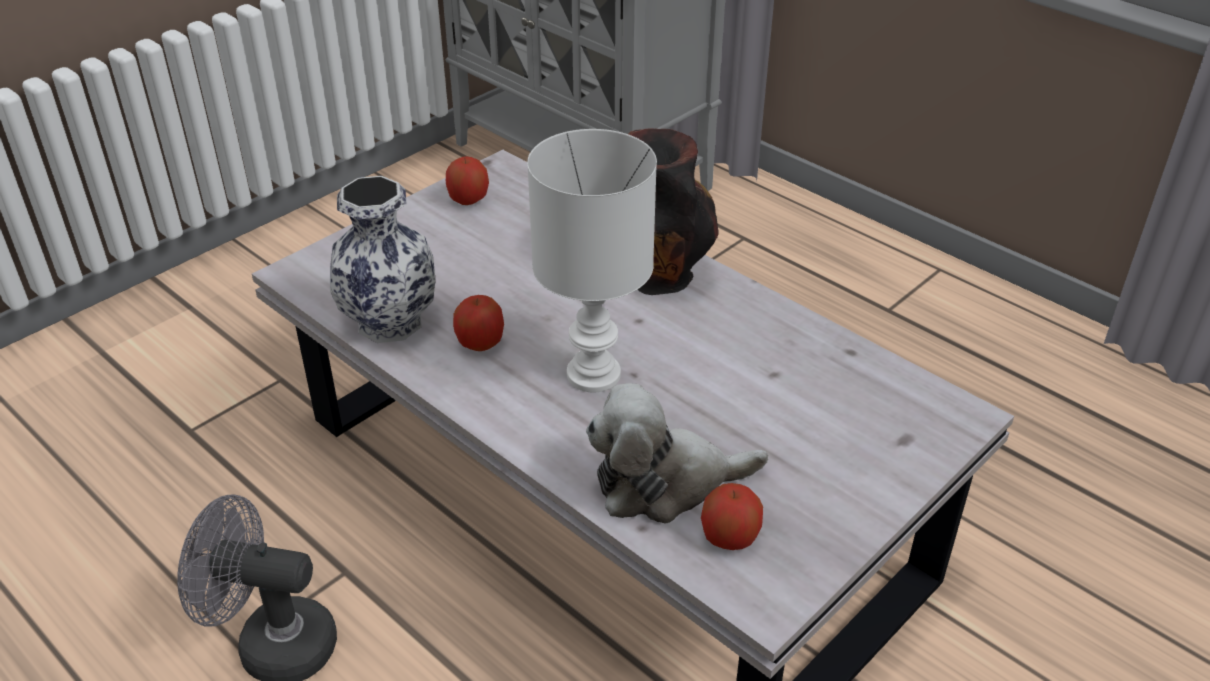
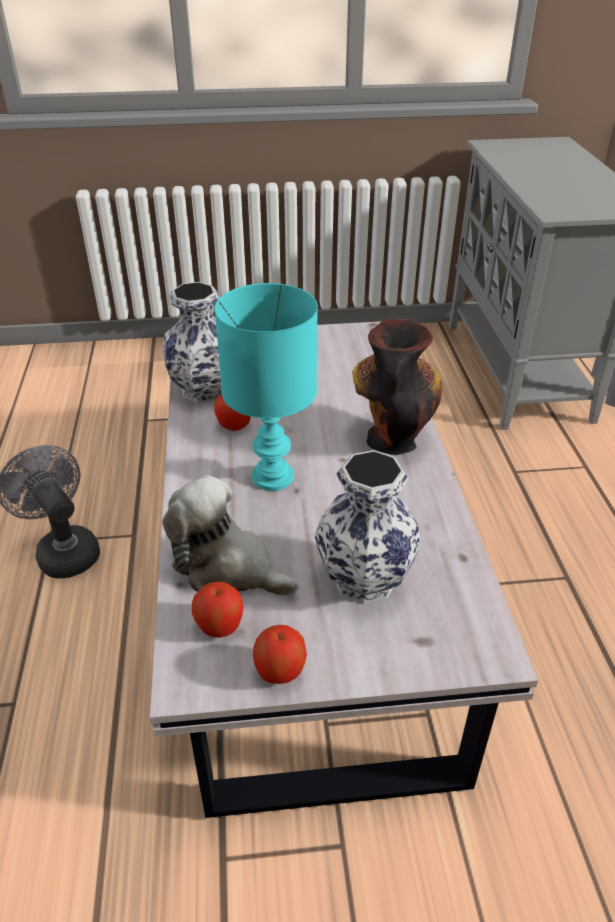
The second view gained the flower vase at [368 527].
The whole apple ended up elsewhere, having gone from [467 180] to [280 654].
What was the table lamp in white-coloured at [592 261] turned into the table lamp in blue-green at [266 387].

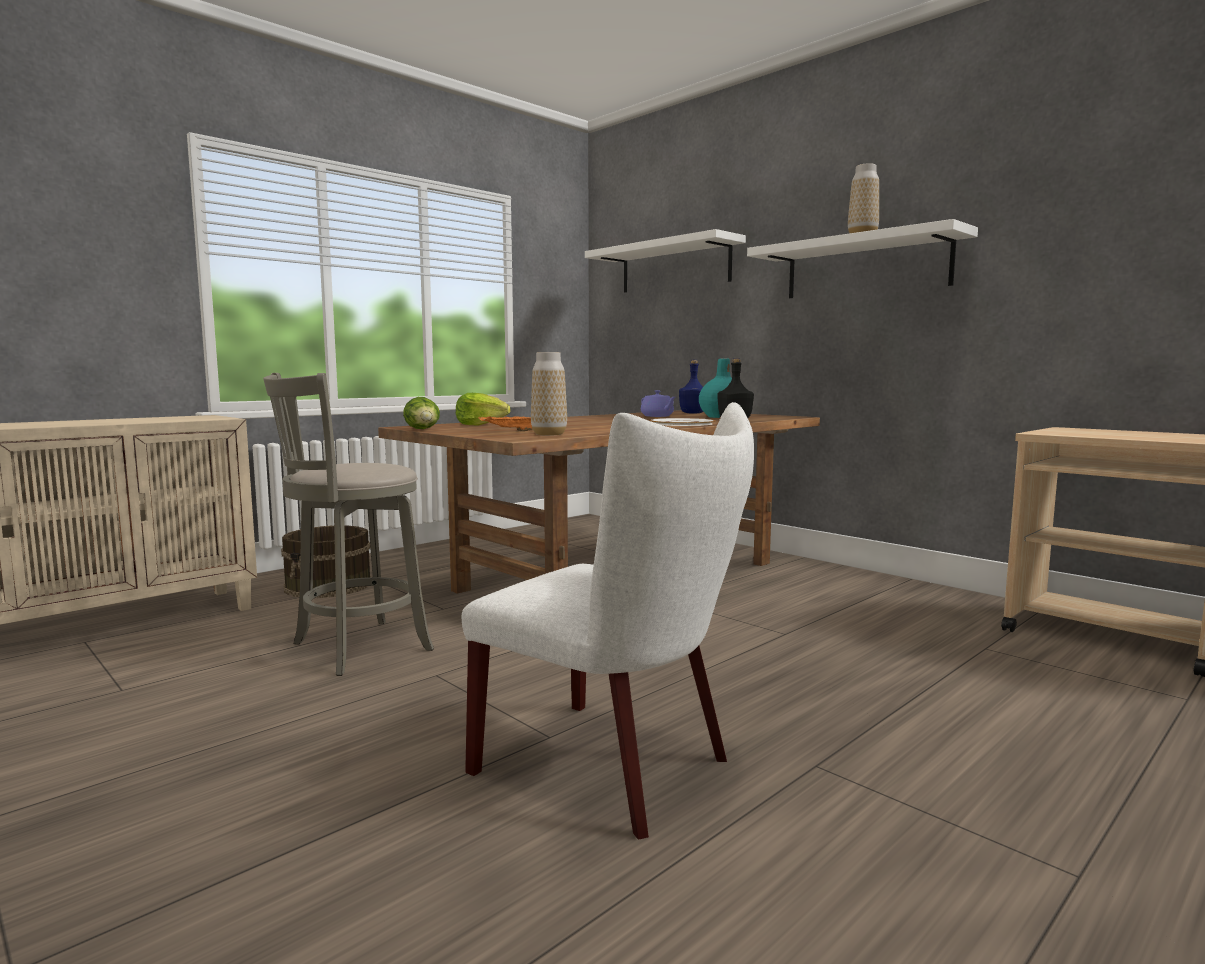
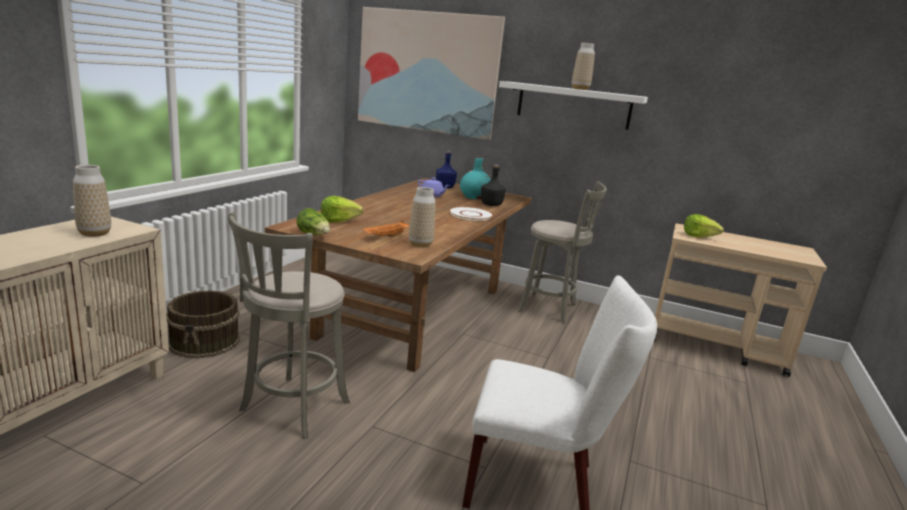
The second view gained the flower vase at [92 201].
The second view gained the stool seat in grey at [562 252].
The second view gained the lettuce at [704 226].
Where the bracket shelf in white-coloured hung at [665 261], the wall picture came to hang at [431 73].

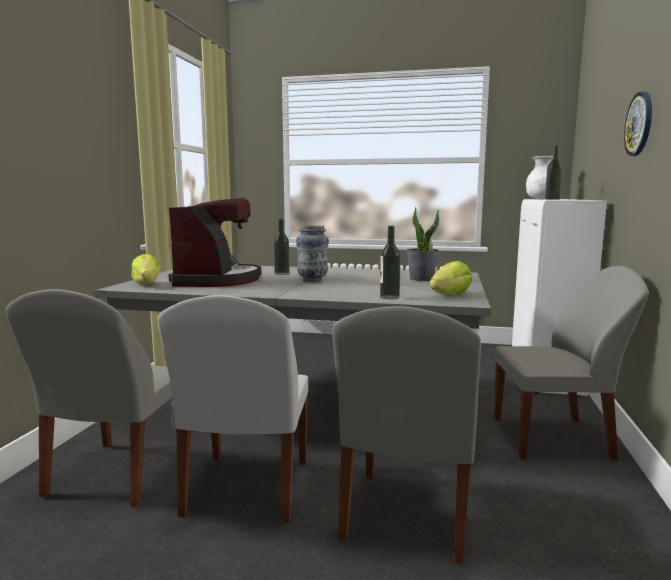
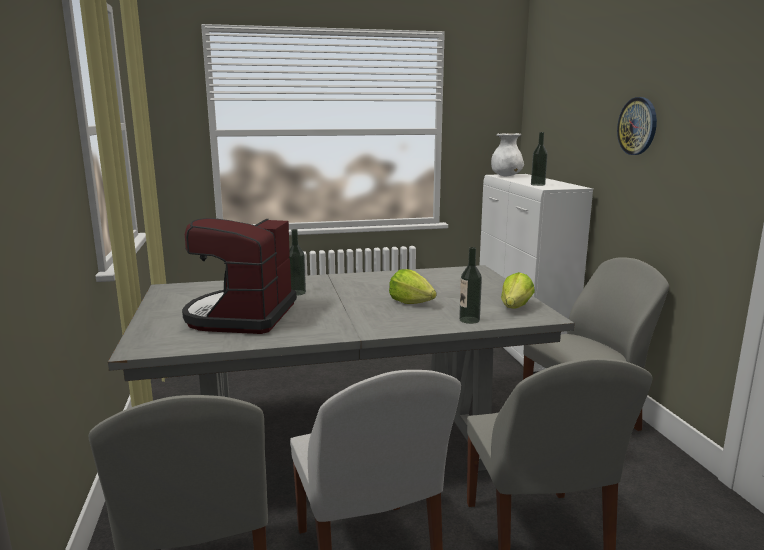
The second view lost the flower vase at [312 253].
The second view lost the houseplant at [423 244].
The lettuce ended up elsewhere, having gone from [146 269] to [412 286].
The coffee brewer at [215 242] ended up facing another way, 150 degrees counterclockwise from before.

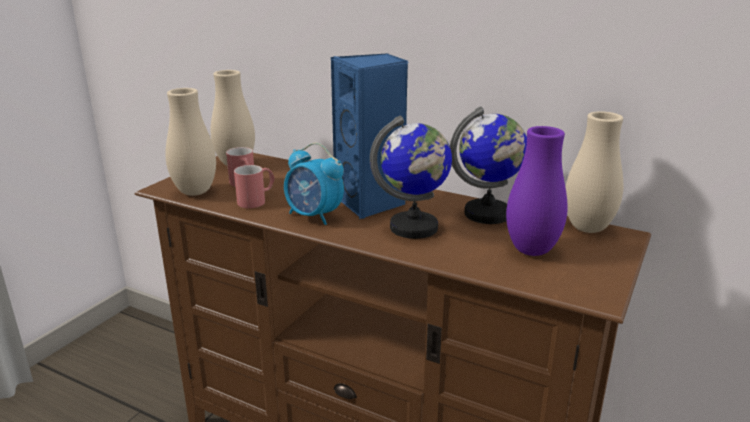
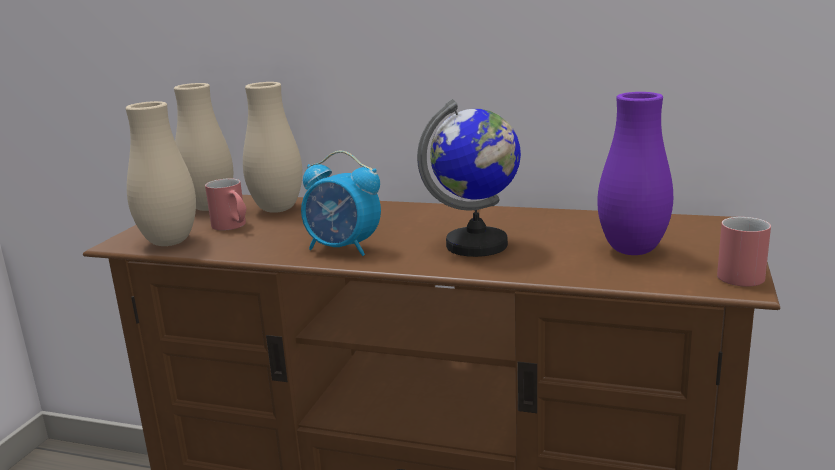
The second view lost the audio speaker in blue-coloured at [369 136].
The second view lost the world globe at [488 165].
The coffee mug in red-coloured ended up elsewhere, having gone from [254 186] to [744 252].
The flower vase in beige ended up elsewhere, having gone from [594 172] to [272 147].

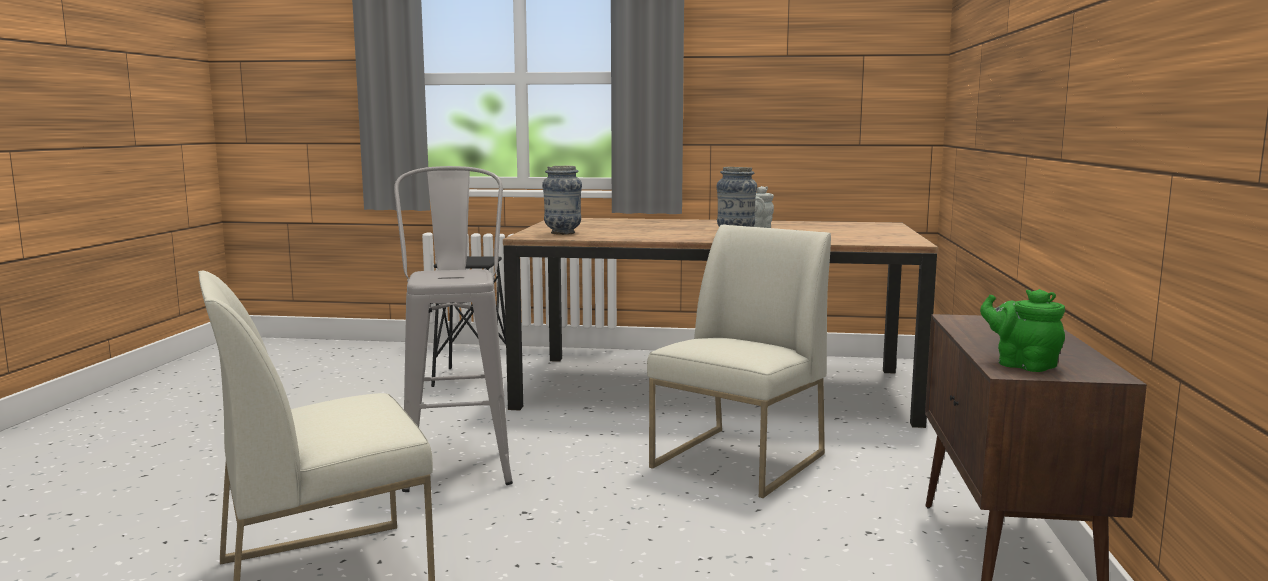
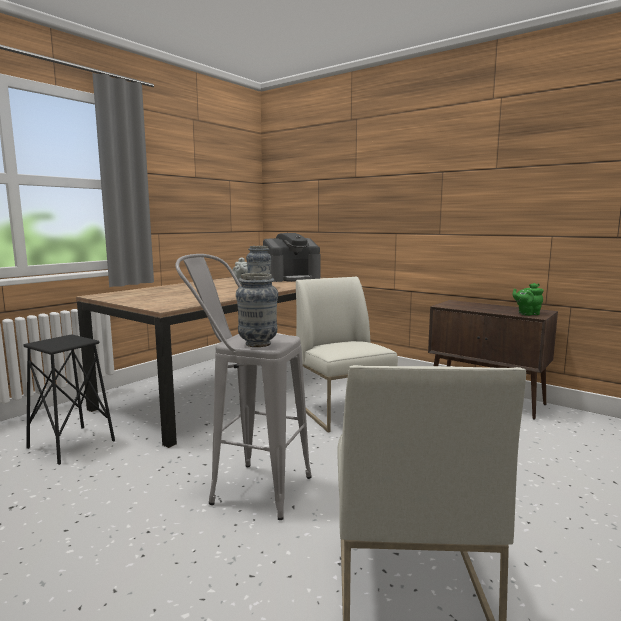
The second view gained the coffee brewer at [291 257].
The flower vase ended up elsewhere, having gone from [562 200] to [257 310].

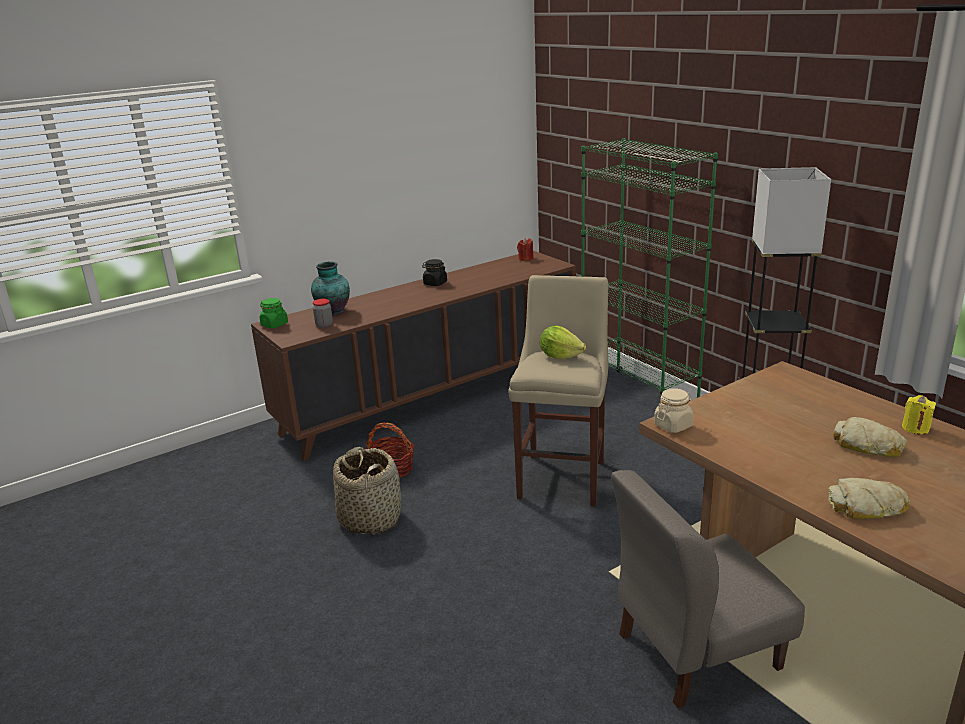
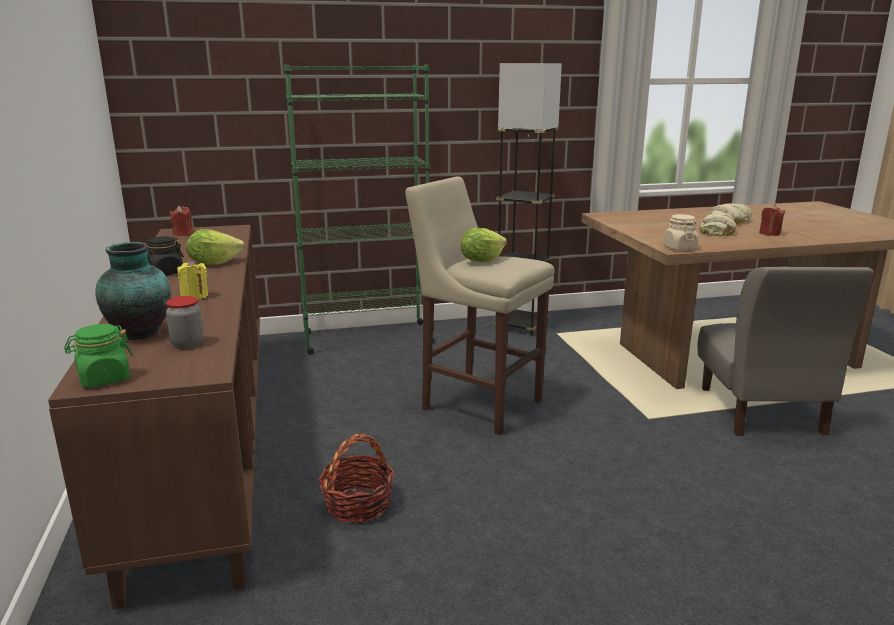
The second view lost the storage basket at [367 491].
The second view gained the lettuce at [215 247].
The second view gained the candle in red-coloured at [772 220].
The bakery bread ended up elsewhere, having gone from [869 498] to [717 224].
The candle in yellow ended up elsewhere, having gone from [919 415] to [192 280].

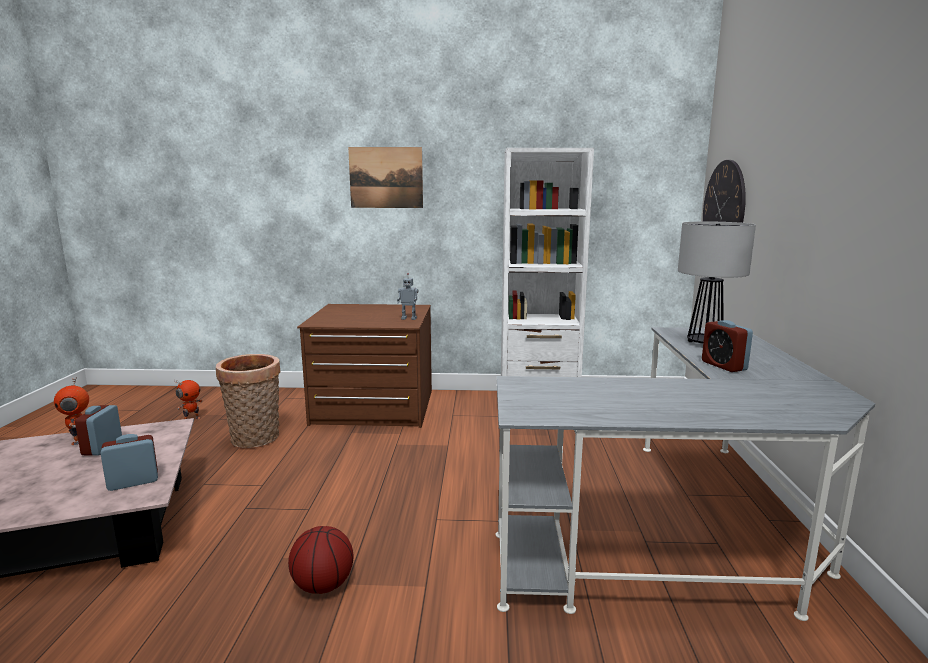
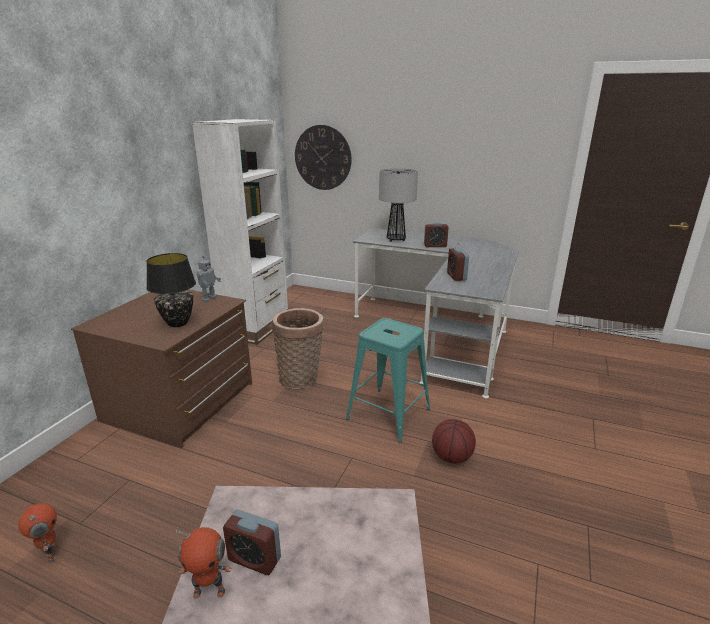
The second view lost the wall picture at [385 177].
The second view gained the table lamp in black-coloured at [171 290].
The second view gained the stool seat in blue-green at [388 380].
The alarm clock ended up elsewhere, having gone from [129 462] to [458 264].
The storage basket ended up elsewhere, having gone from [248 401] to [298 349].

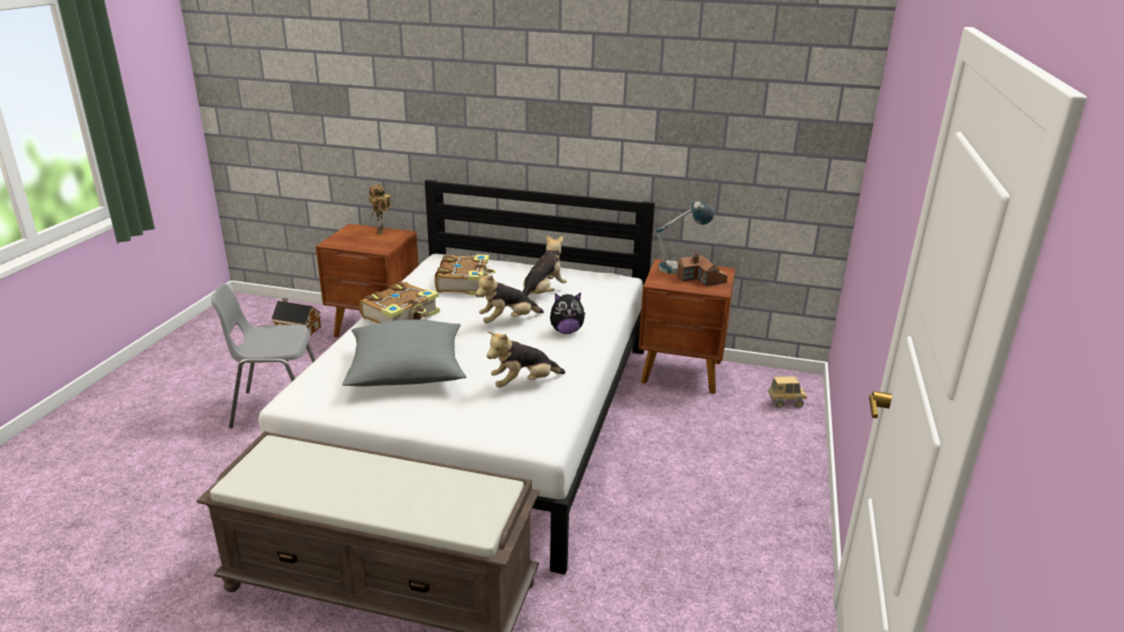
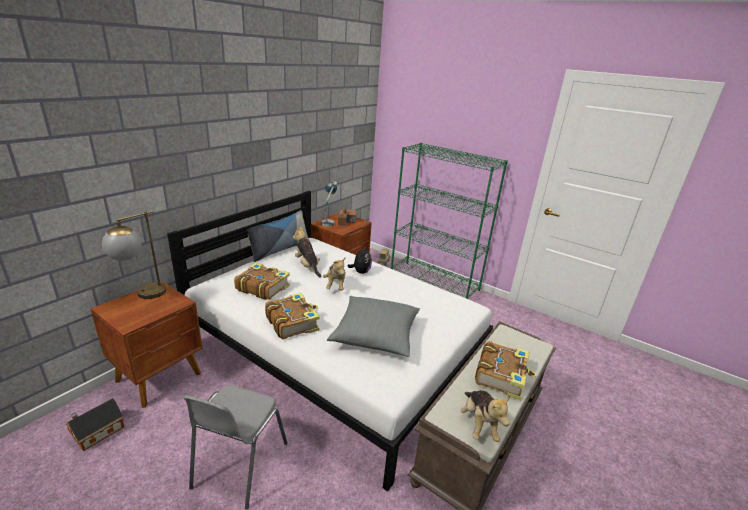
The second view gained the pillow at [278 236].
The second view gained the shelving unit in green-coloured at [449 221].
The second view gained the volume at [506 370].
The plush toy ended up elsewhere, having gone from [526 359] to [485 416].
Where the toy robot stood at [380 209], the table lamp came to stand at [134 255].

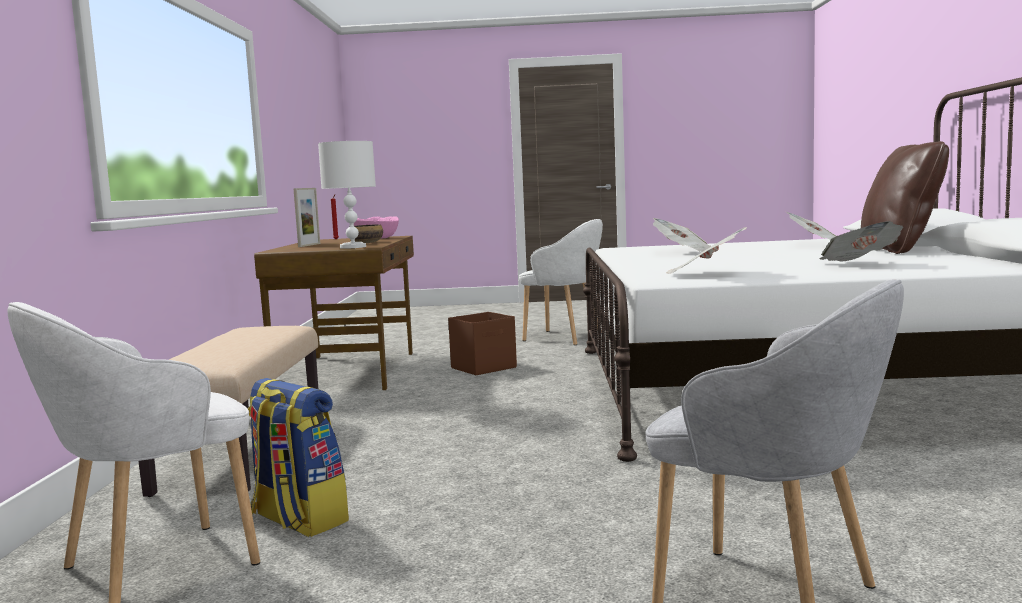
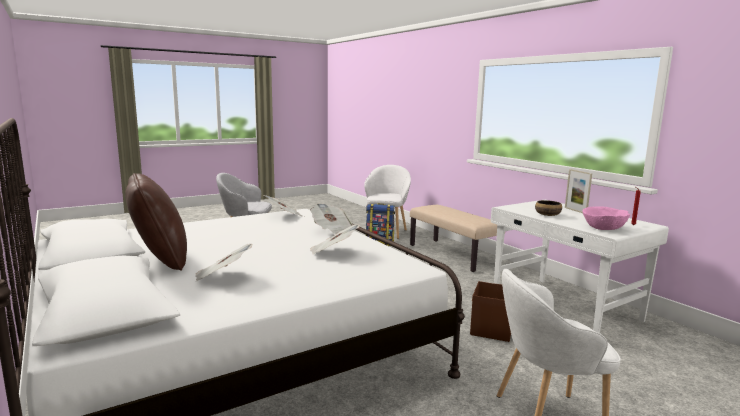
The second view lost the table lamp in white-coloured at [347 195].
The newspaper ended up elsewhere, having gone from [861 241] to [331 218].
What was the desk unit in brown at [334 313] turned into the desk unit in white-coloured at [580 266].

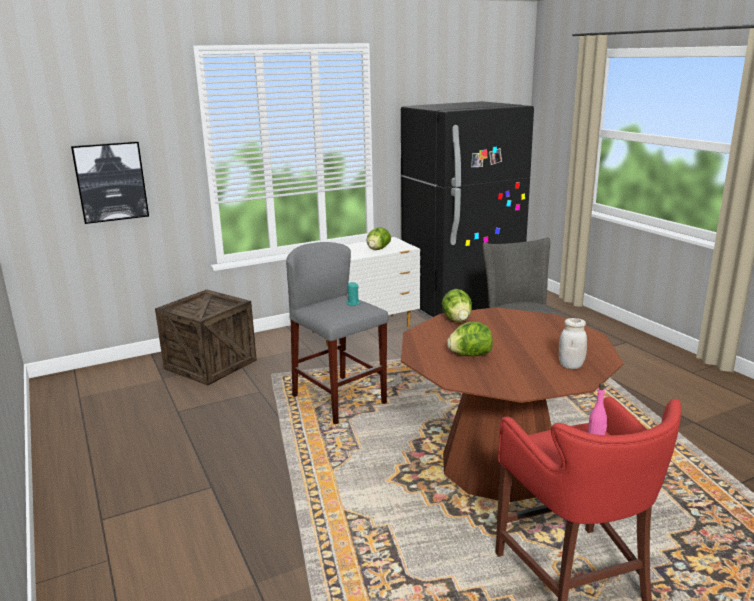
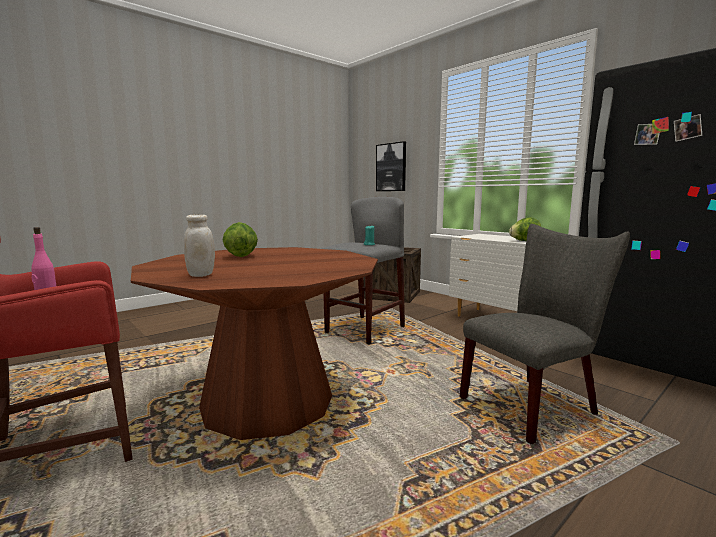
The second view lost the lettuce at [457 305].

